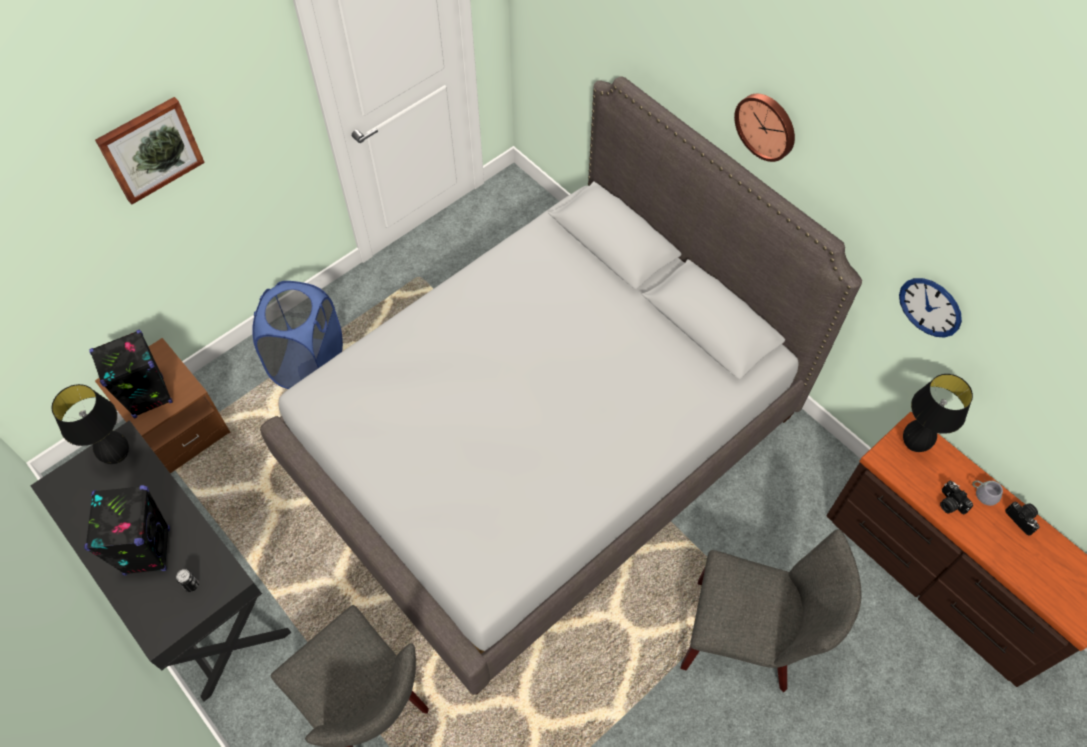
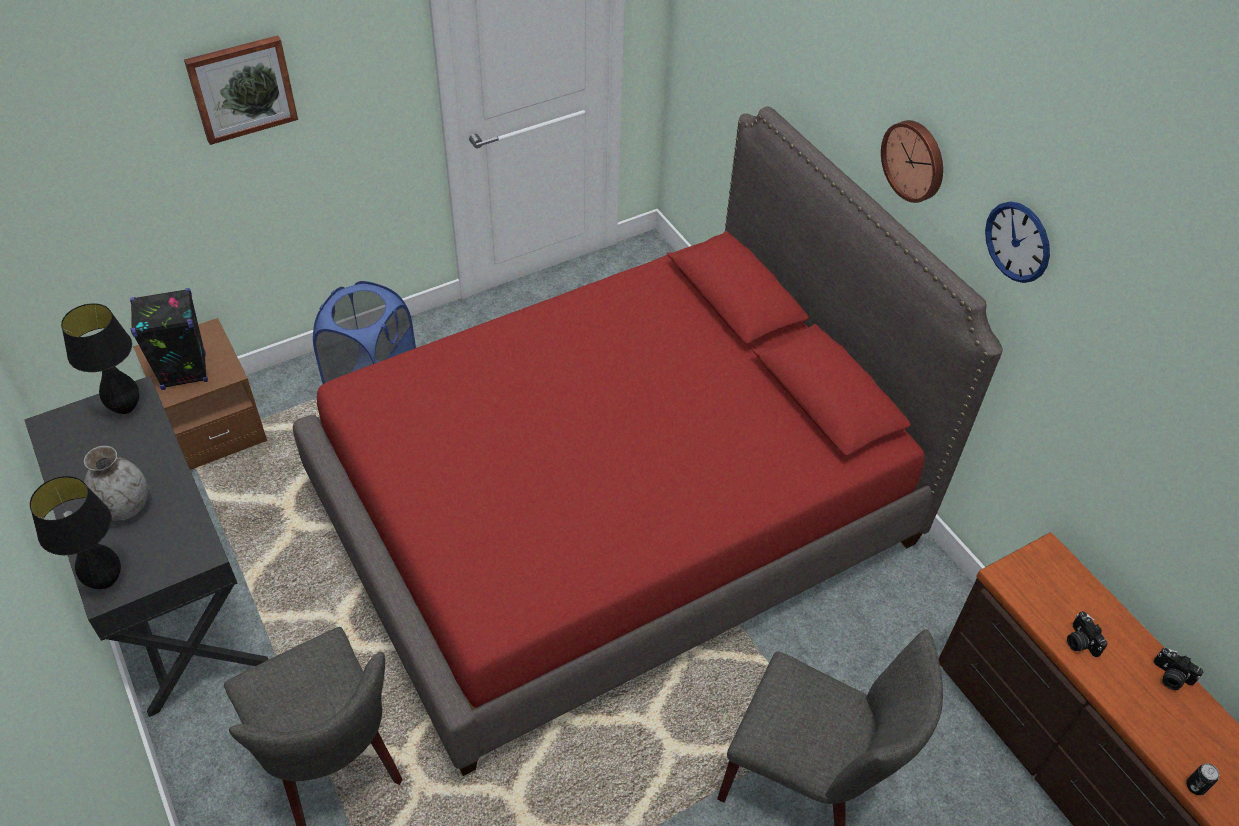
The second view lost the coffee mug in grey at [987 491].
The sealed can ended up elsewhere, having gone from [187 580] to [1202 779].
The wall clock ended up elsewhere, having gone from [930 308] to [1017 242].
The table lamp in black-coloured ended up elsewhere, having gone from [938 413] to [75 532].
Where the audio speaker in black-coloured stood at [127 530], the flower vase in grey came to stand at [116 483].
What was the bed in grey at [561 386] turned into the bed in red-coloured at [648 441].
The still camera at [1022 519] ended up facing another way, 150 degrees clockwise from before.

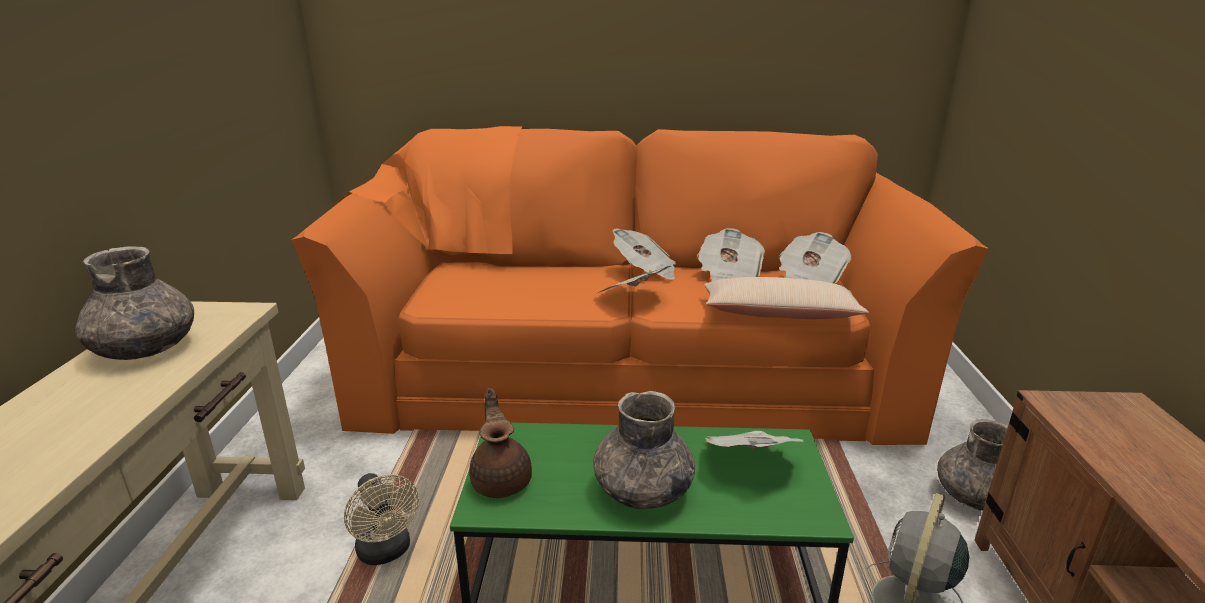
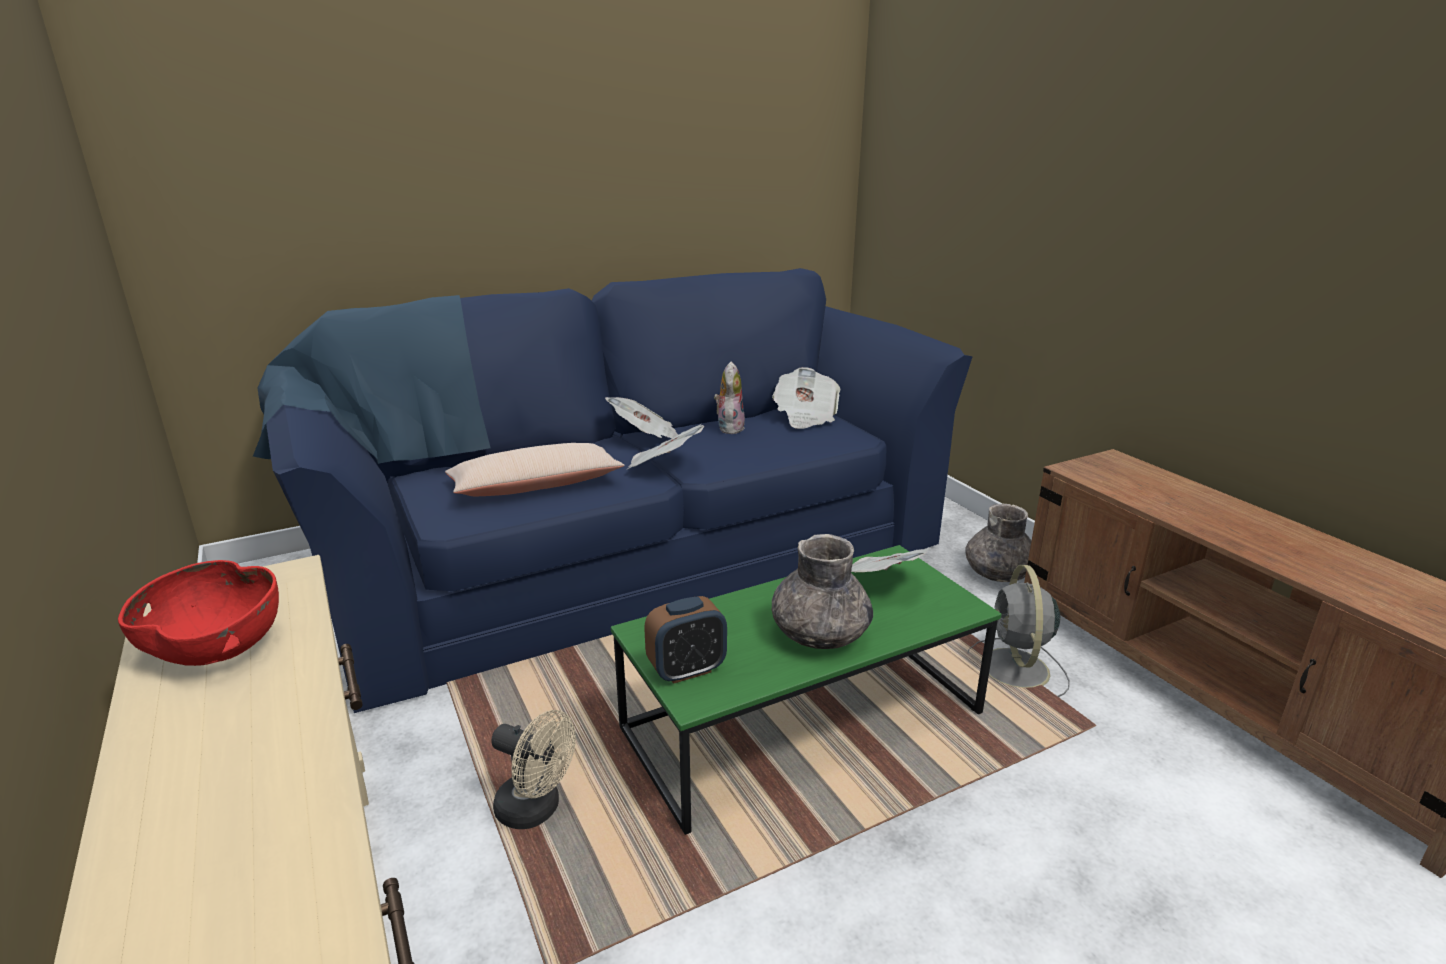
The pillow in beige ended up elsewhere, having gone from [786 298] to [535 470].
Where the flower vase in grey stood at [134 303], the serving bowl in red-coloured came to stand at [198 613].
Where the teapot in brown stood at [500 443], the alarm clock came to stand at [685 640].
Where the newspaper stood at [731 254], the plush toy came to stand at [729 398].
What was the sofa in orange at [640 285] turned into the sofa in blue-coloured at [613 490].

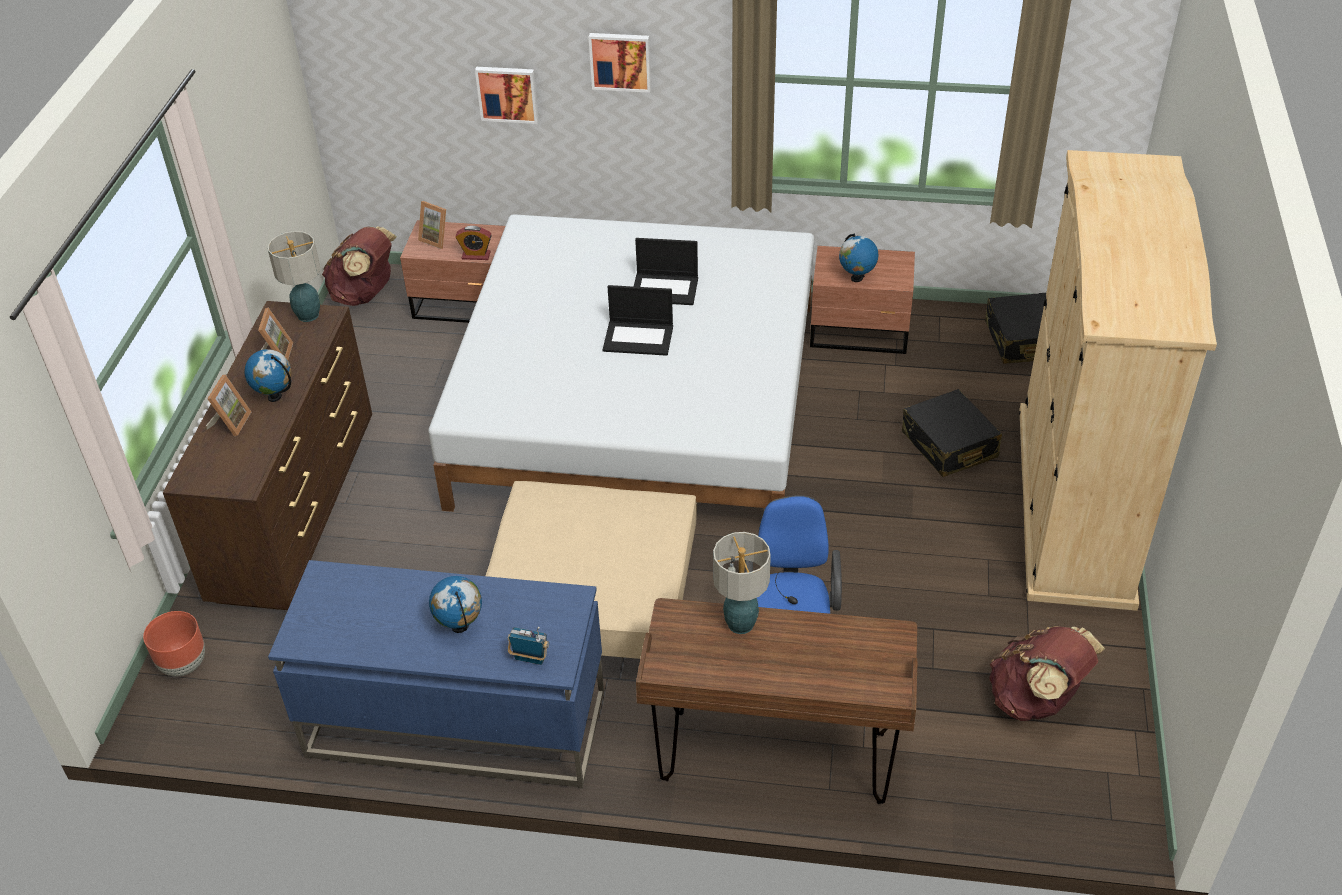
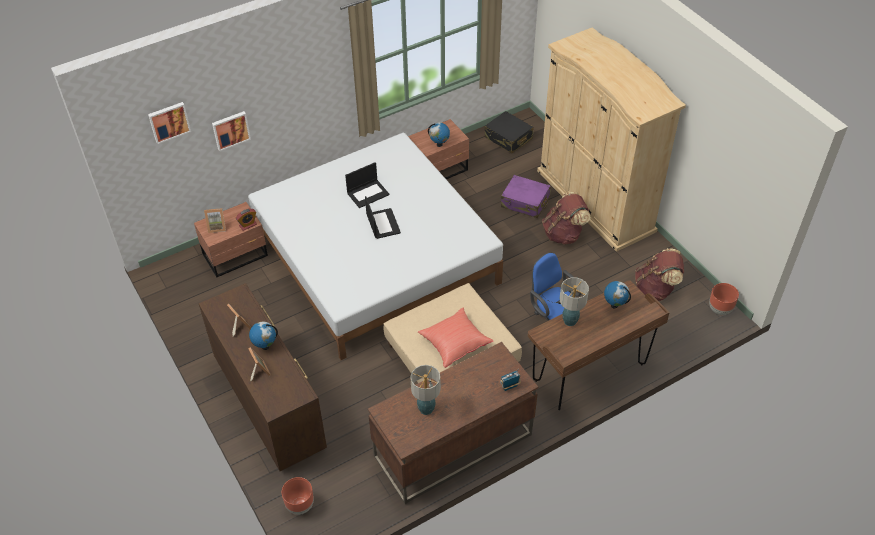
The second view gained the pillow in red-coloured at [456 338].
The second view gained the flower pot in brown at [724 299].
The table lamp ended up elsewhere, having gone from [294 276] to [425 390].
The backpack in brown ended up elsewhere, having gone from [359 266] to [566 218].
The world globe ended up elsewhere, having gone from [455 604] to [617 295].
The wall picture ended up elsewhere, having gone from [620 63] to [169 123].
What was the desk unit in blue-coloured at [436 674] turned into the desk unit in brown at [453 423].
What was the travel case in black-coloured at [952 433] turned into the travel case in purple at [526 196].
The portable computer at [638 320] ended up facing another way, 75 degrees counterclockwise from before.

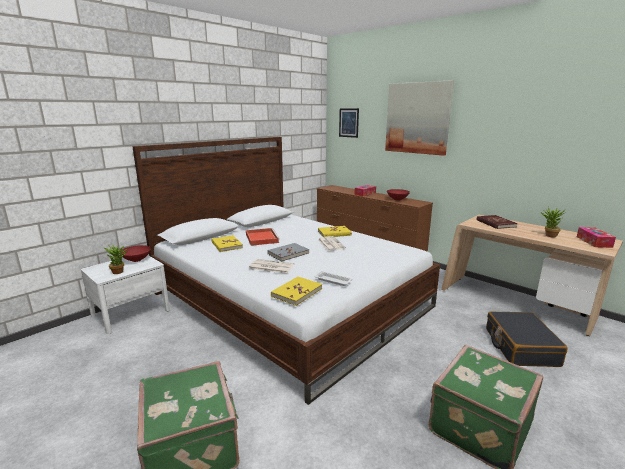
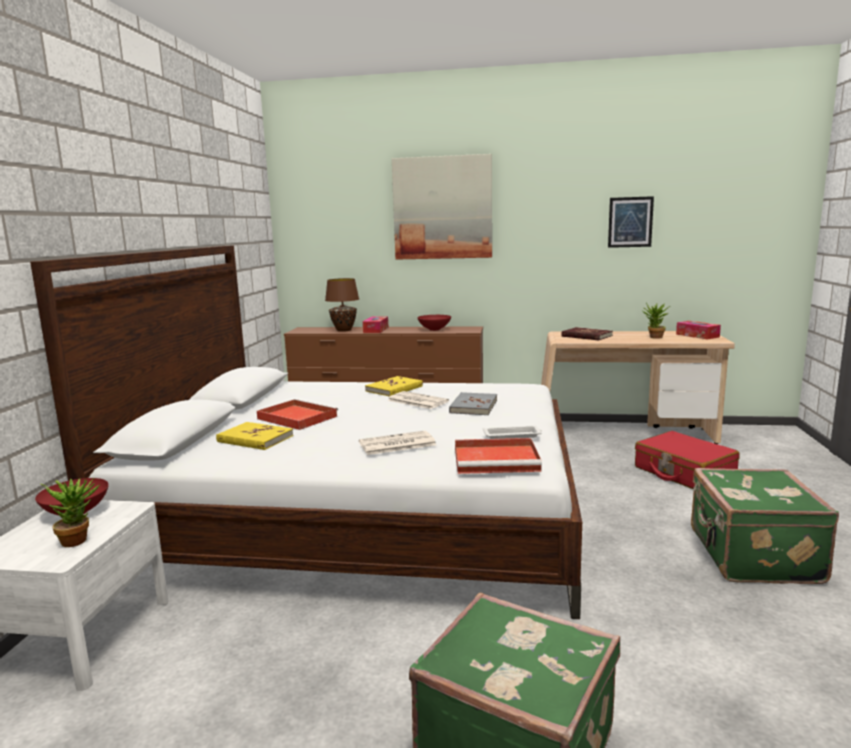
The second view gained the table lamp in brown at [342 305].
The volume in grey ended up elsewhere, having gone from [288 252] to [473 403].
The wall picture ended up elsewhere, having gone from [349 123] to [631 222].
Where the volume in yellow stood at [296 291], the serving tray in red-coloured came to stand at [498 456].
What was the travel case in black-coloured at [527 339] turned into the travel case in red-coloured at [687 460].

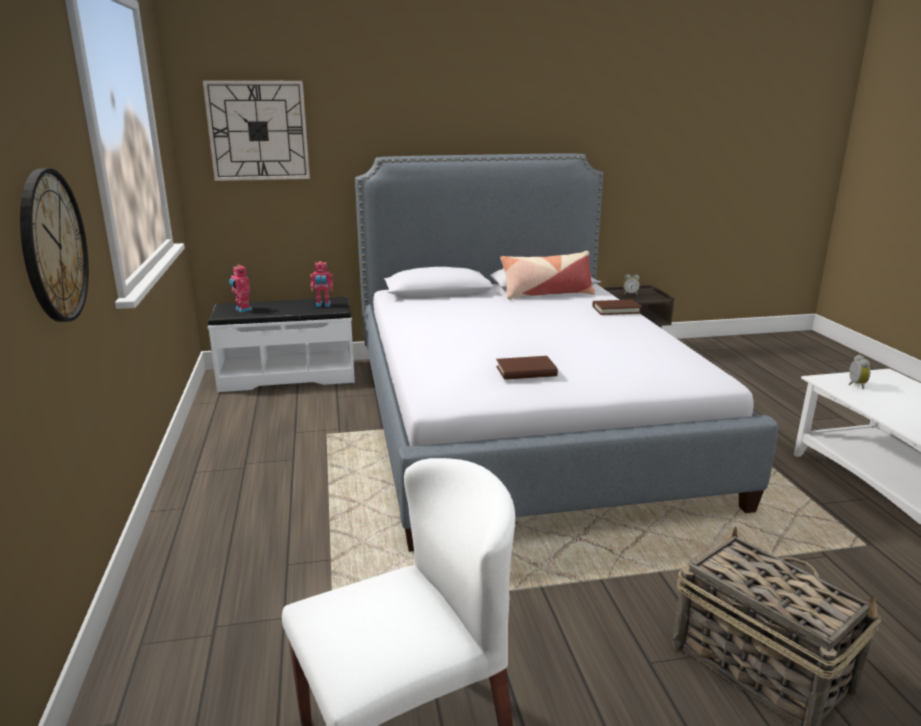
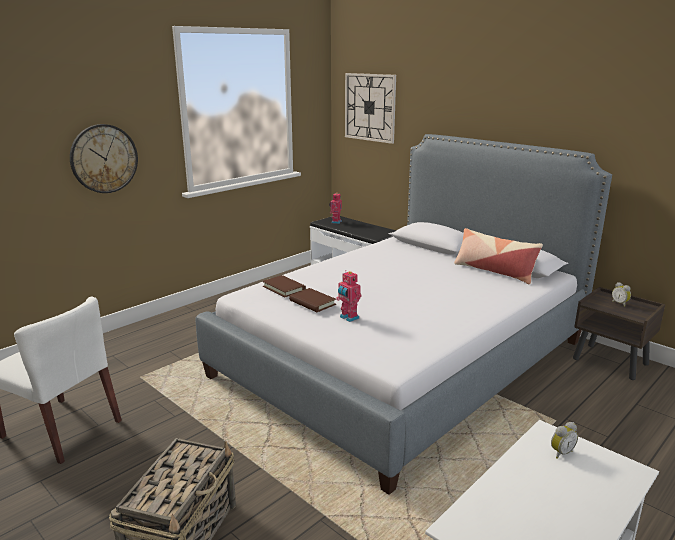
The toy robot ended up elsewhere, having gone from [321 284] to [349 296].
The volume in brown ended up elsewhere, having gone from [617 307] to [284 286].

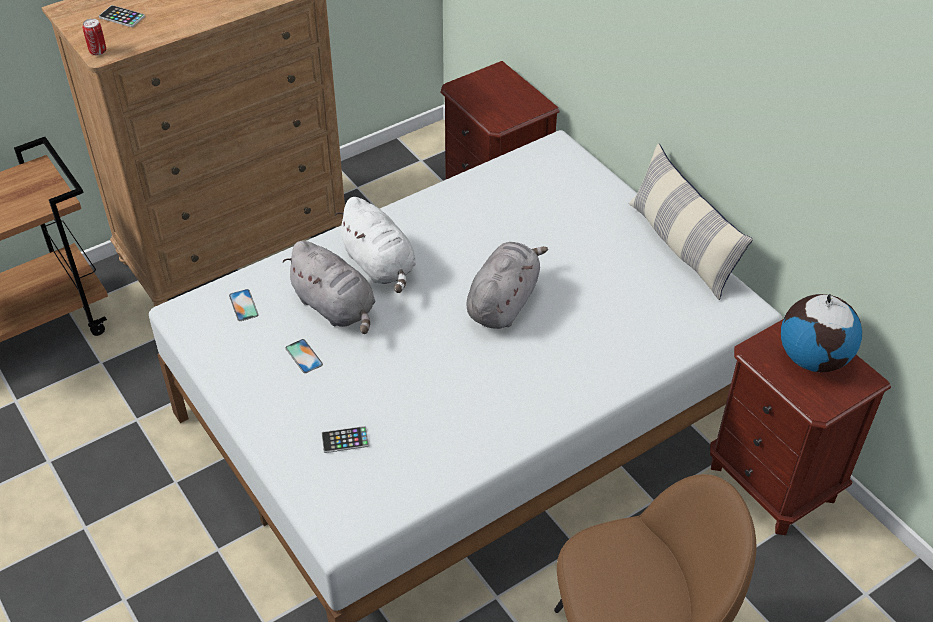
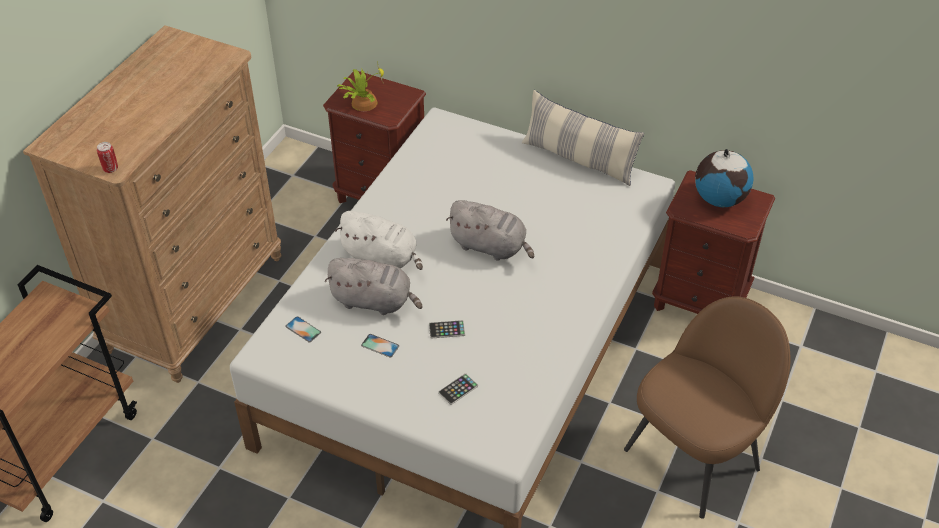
The second view gained the houseplant at [360 87].
The phone ended up elsewhere, having gone from [122 16] to [447 329].
The plush toy in grey at [507 285] ended up facing another way, 120 degrees clockwise from before.

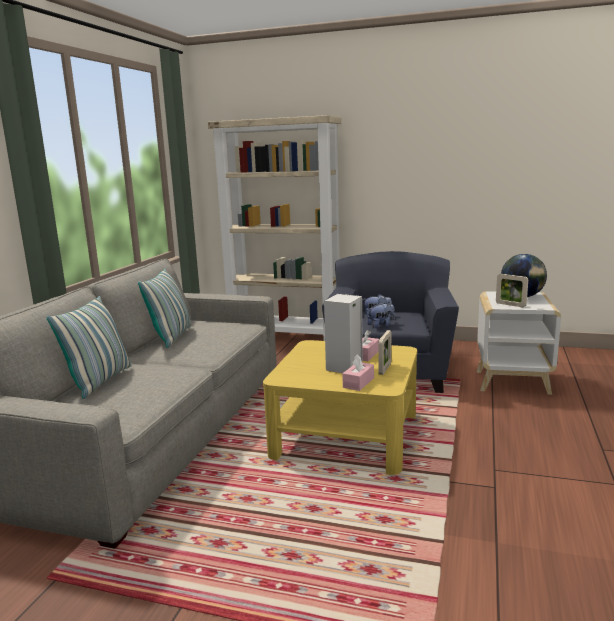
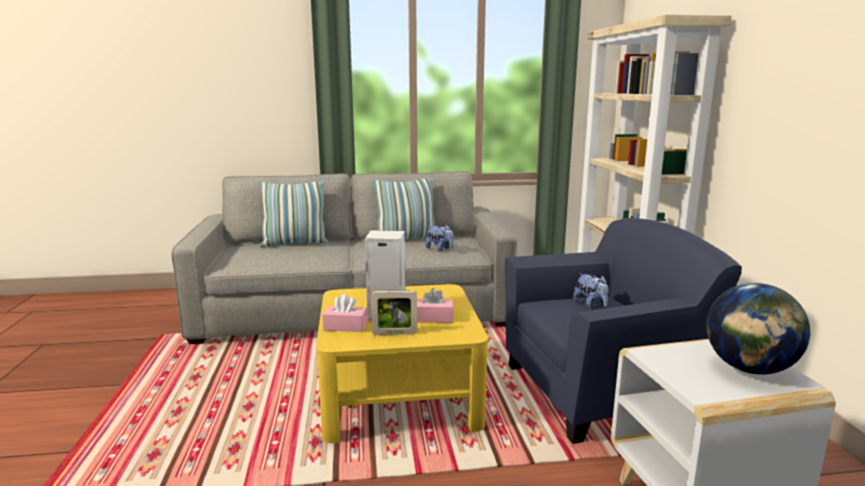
The second view lost the photo frame at [512 290].
The plush toy ended up elsewhere, having gone from [381 315] to [440 238].

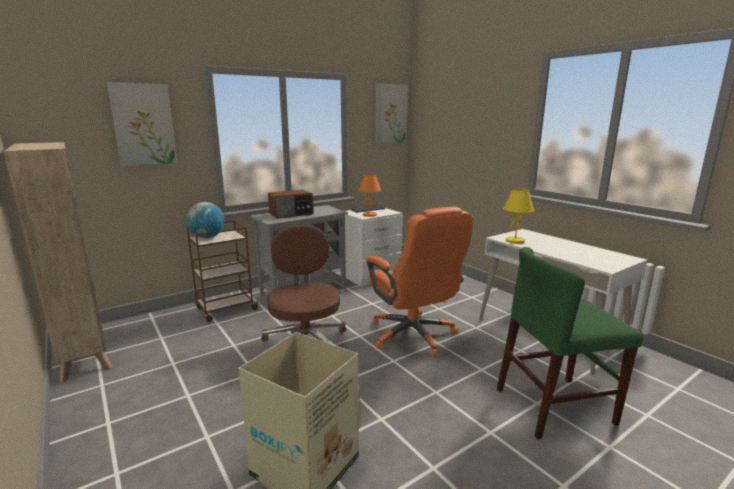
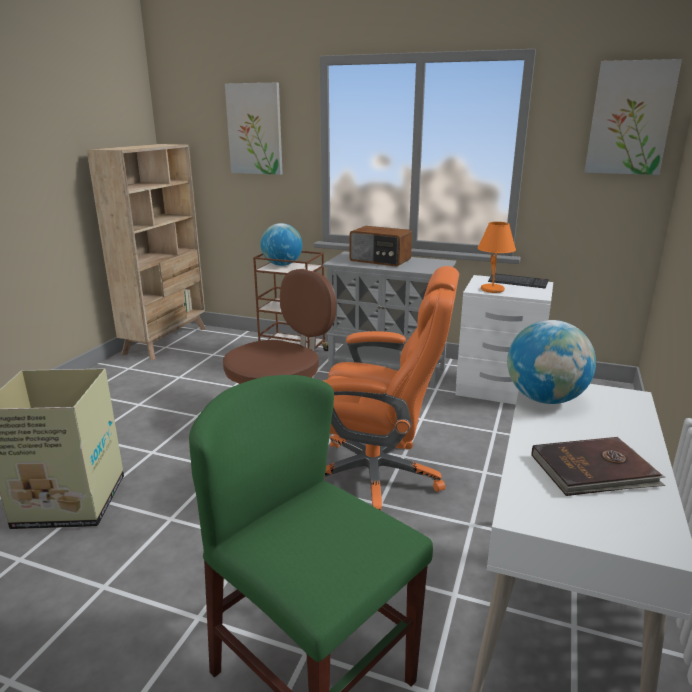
The second view gained the volume in brown at [598 466].
Where the table lamp in yellow stood at [518 216], the world globe came to stand at [551 362].
The office chair in orange at [419 281] ended up facing another way, 105 degrees counterclockwise from before.

